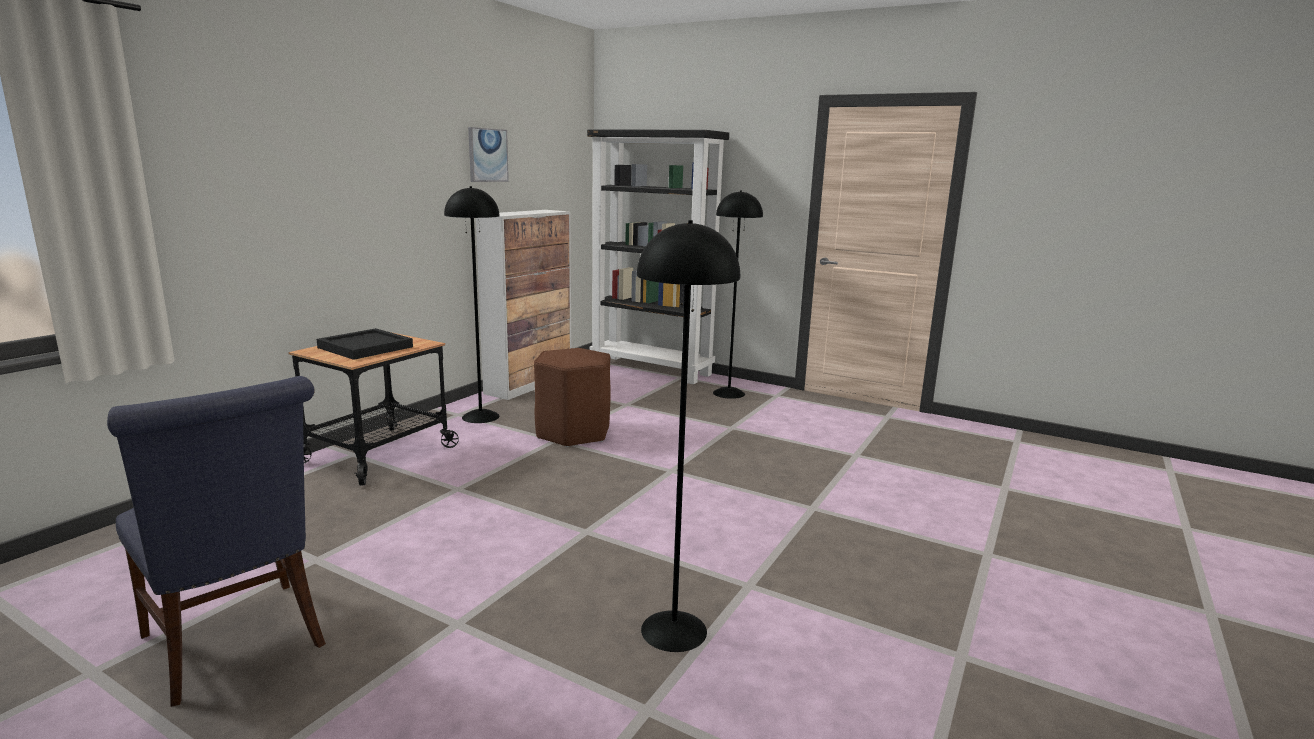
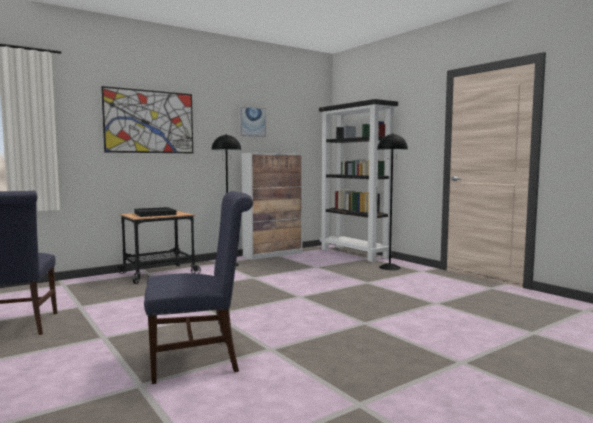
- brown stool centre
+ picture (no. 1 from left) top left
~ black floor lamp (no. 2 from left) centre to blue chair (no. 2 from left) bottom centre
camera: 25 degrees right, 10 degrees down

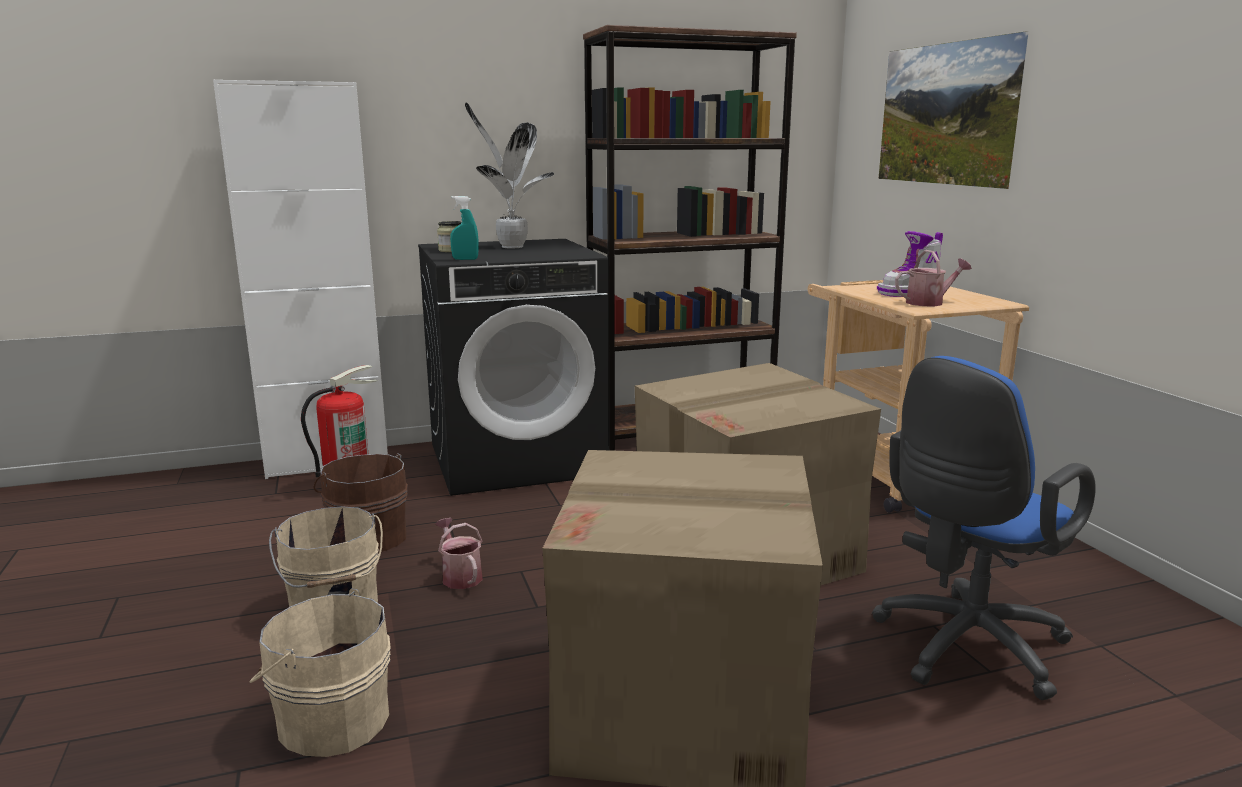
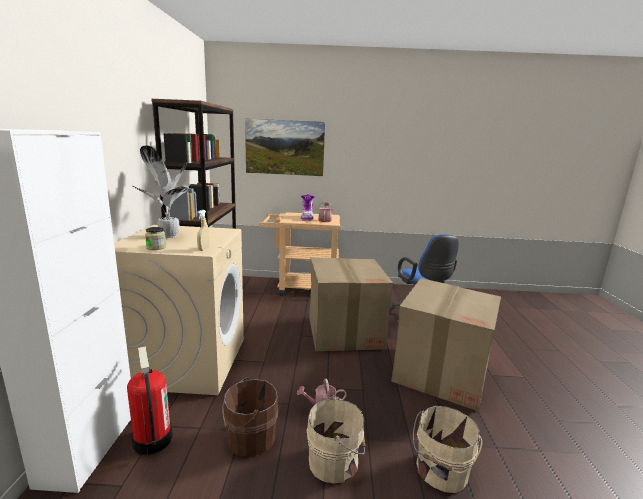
~ black washing machine centre to beige washing machine middle left
~ turquoise spray bottle top centre to beige spray bottle middle left
camera: 70 degrees left, 0 degrees up

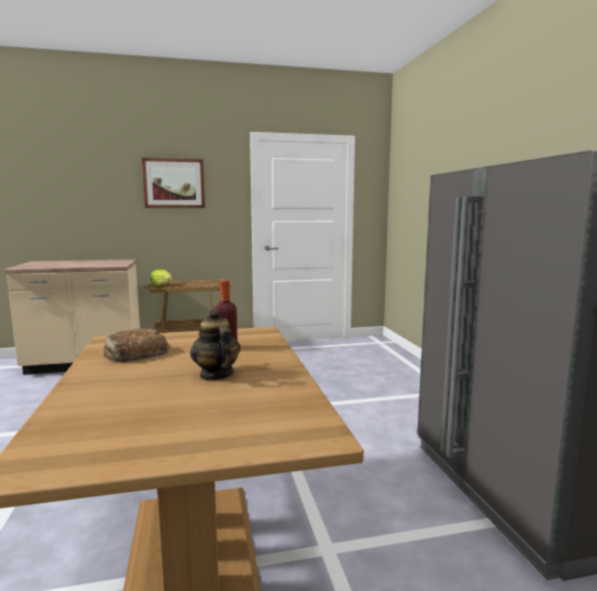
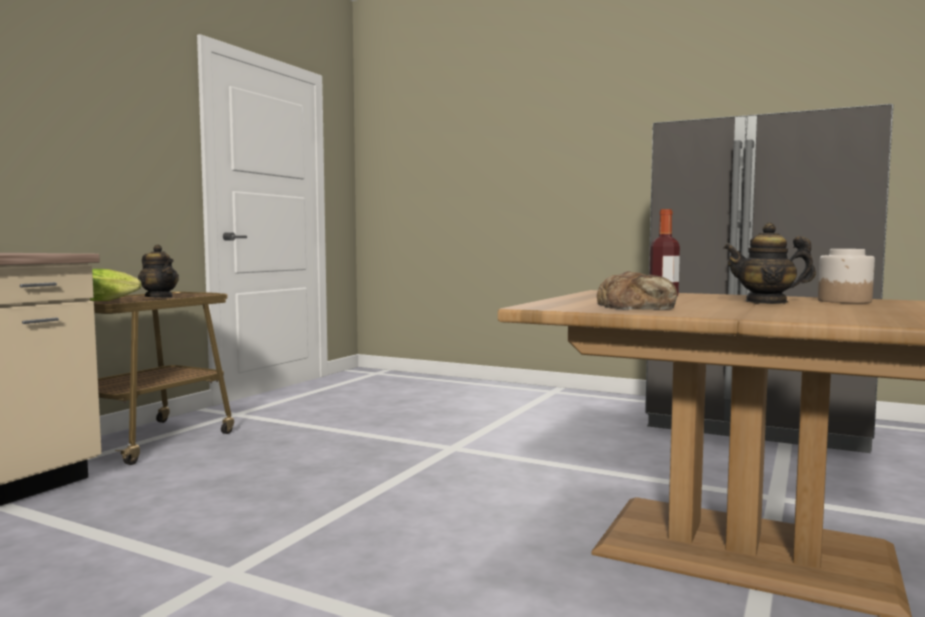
- picture top left
+ teapot (no. 1 from left) middle left
+ jar middle right
camera: 50 degrees left, 5 degrees down

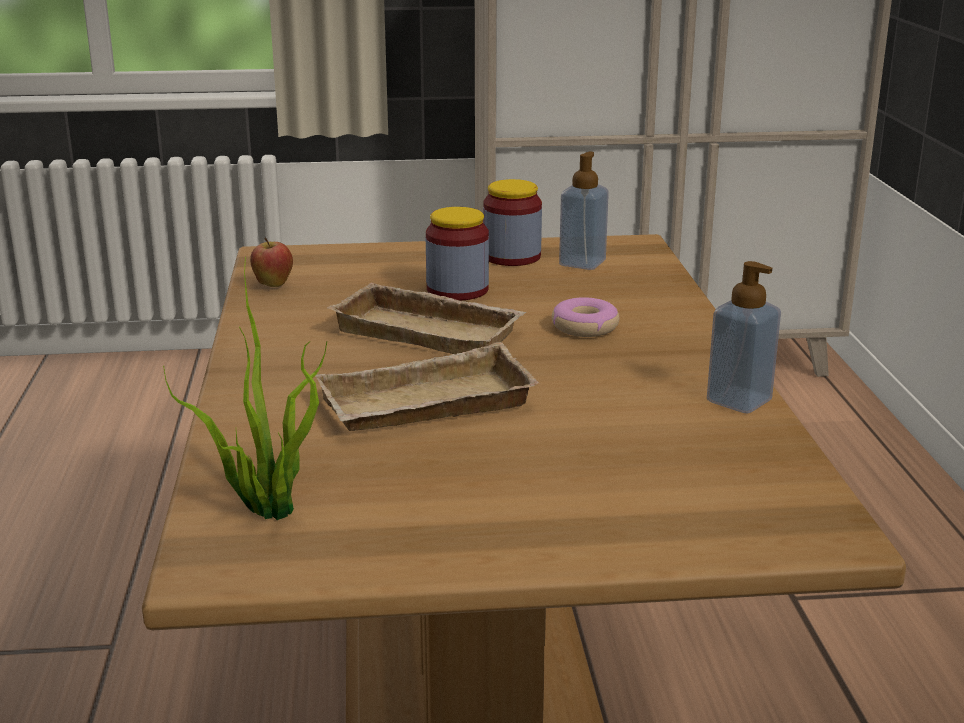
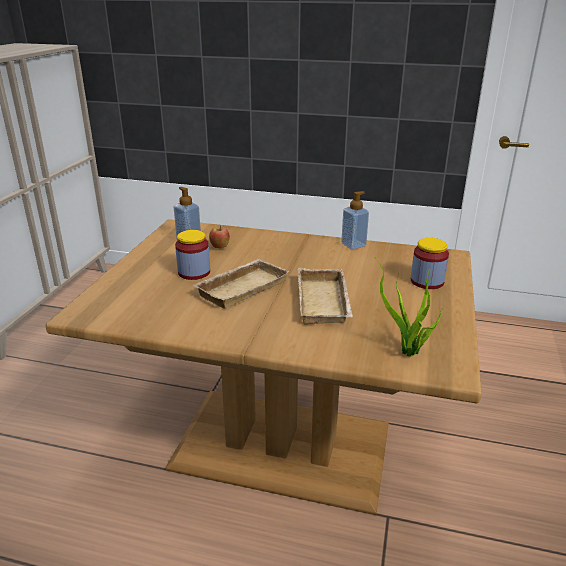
- donut centre
~ apple middle left to centre
~ jar (no. 2 from left) top centre to middle right
camera: 70 degrees left, 5 degrees up

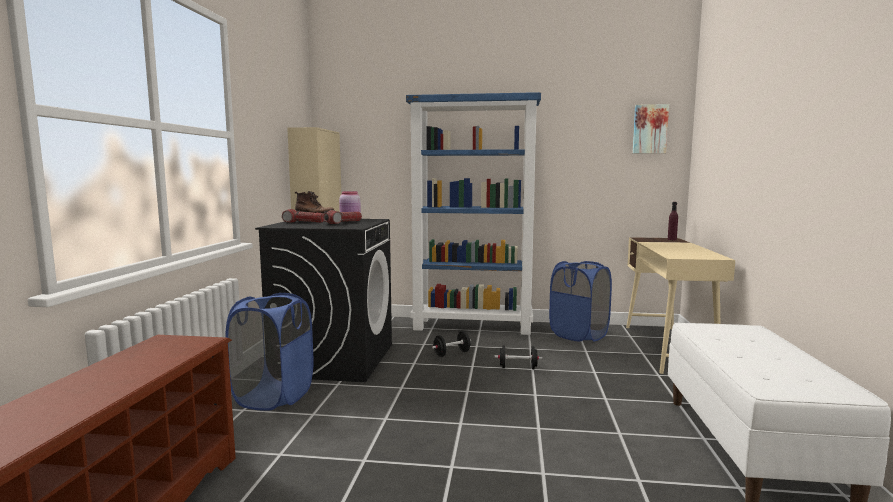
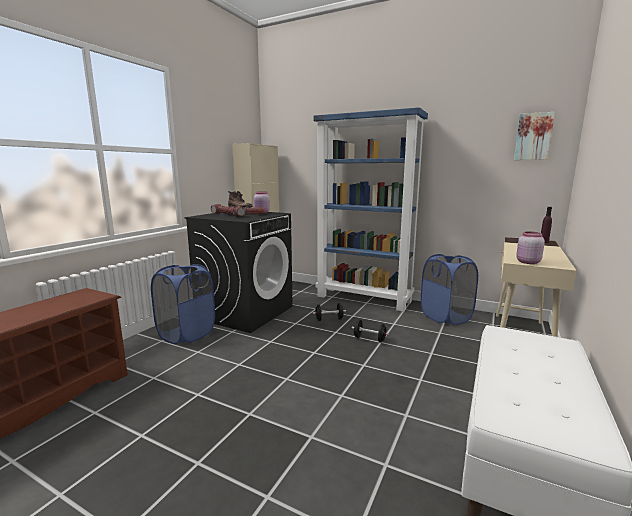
+ pink jar (no. 2 from left) middle right
camera: 20 degrees right, 5 degrees up

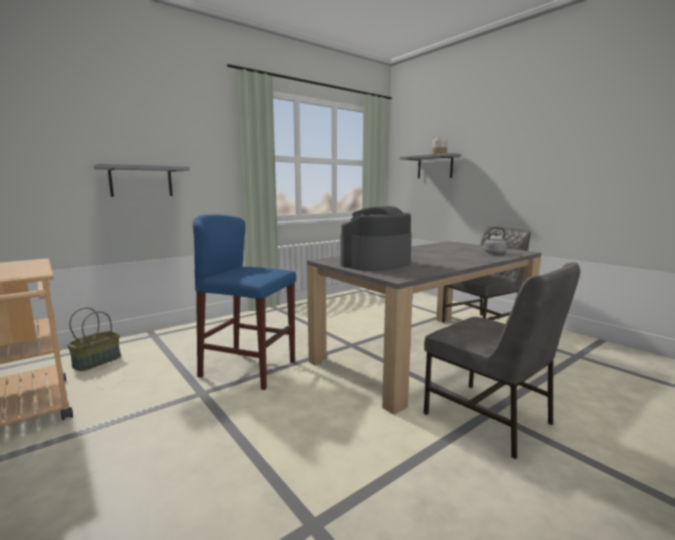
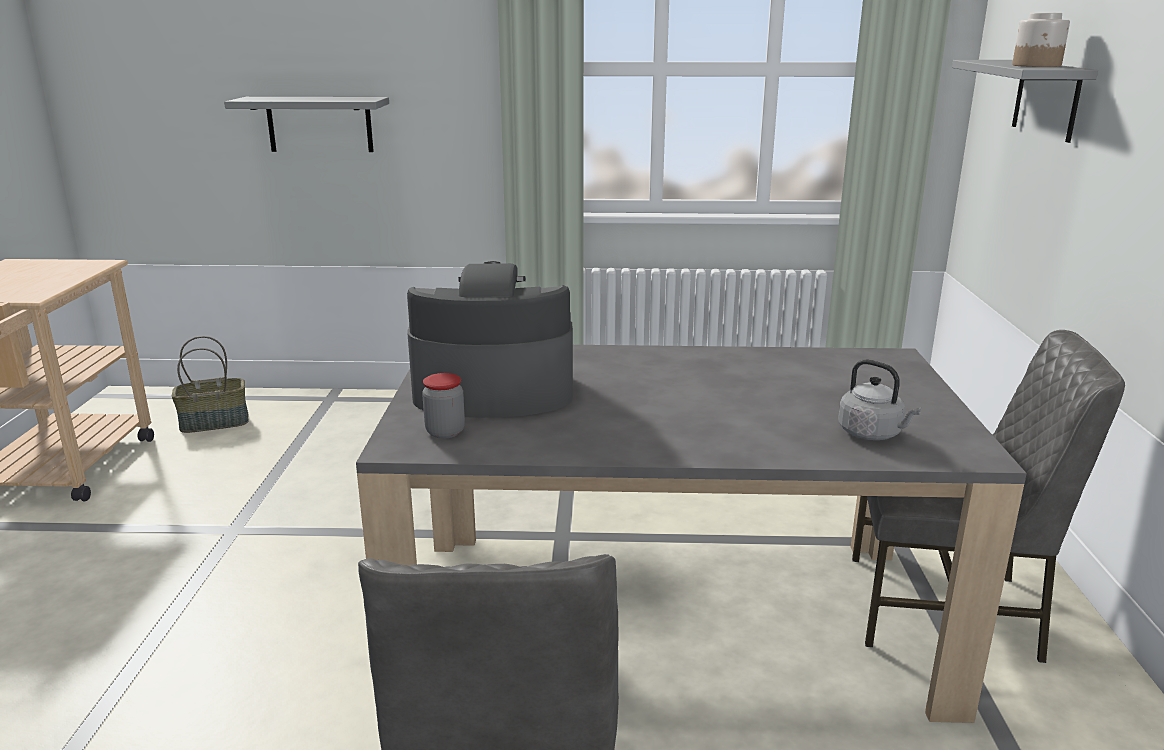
- blue stool centre
+ jar (no. 1 from left) centre
camera: 40 degrees right, 10 degrees up

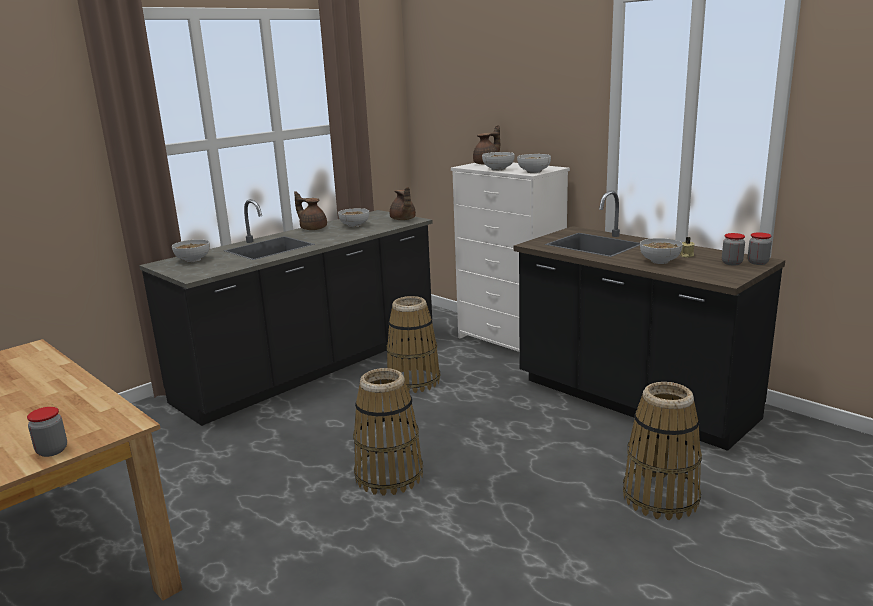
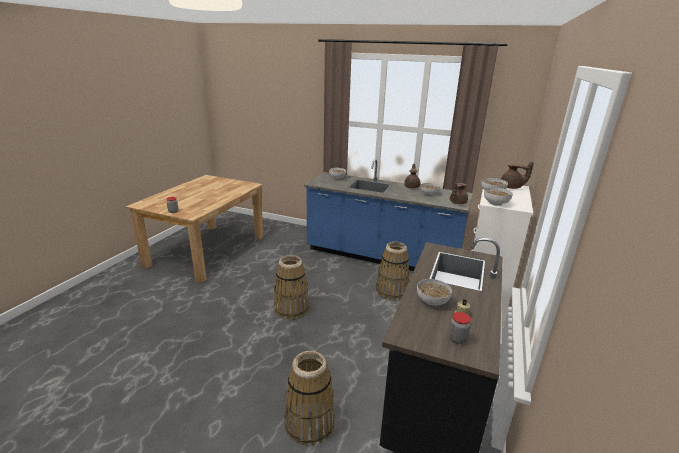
- jar (no. 3 from left) middle right
~ black counter (no. 1 from left) middle left to blue counter centre
camera: 65 degrees right, 5 degrees up

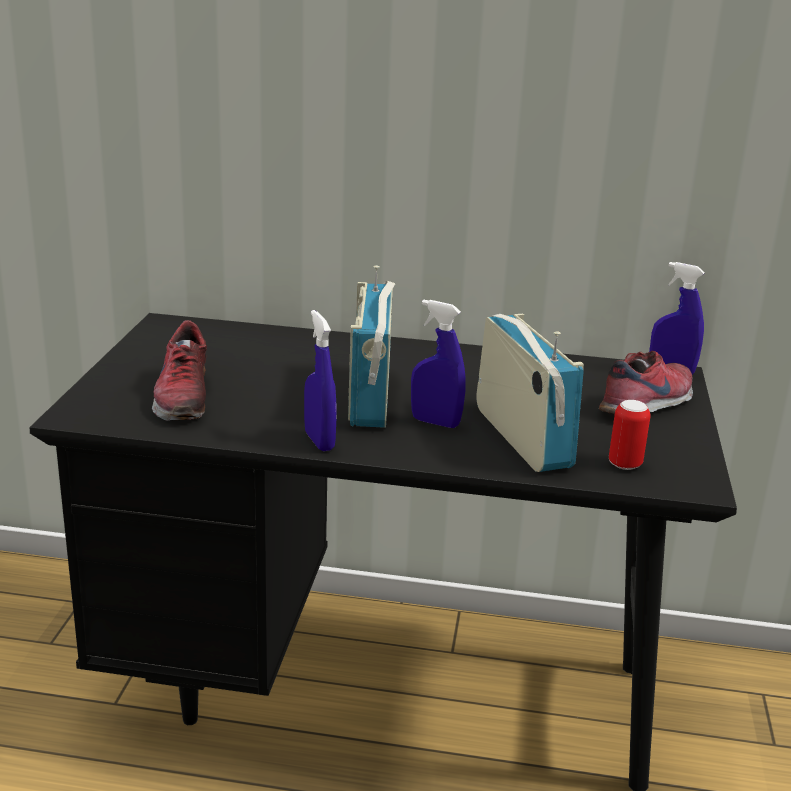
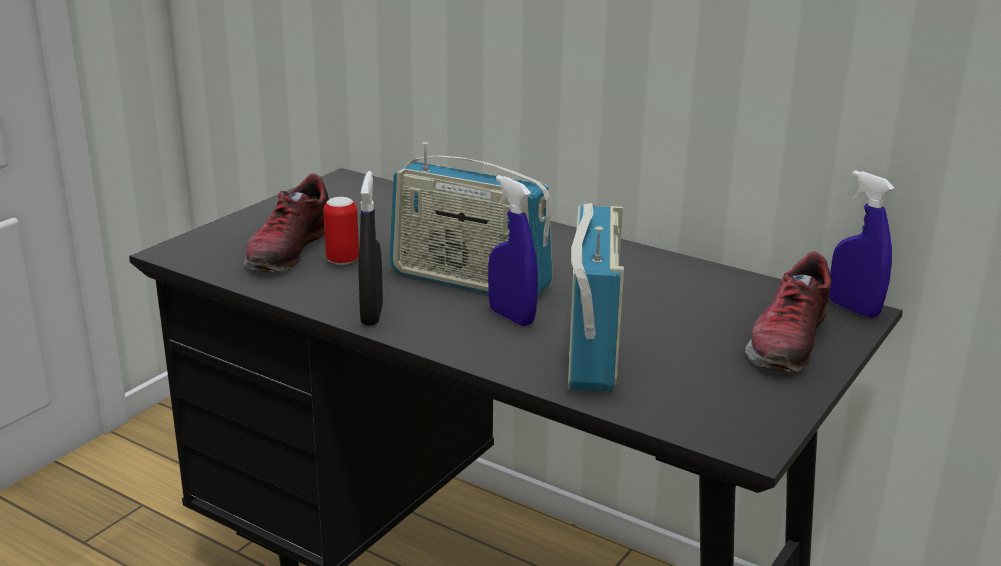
~ can middle right to centre
~ blue spray bottle (no. 1 from left) centre to black spray bottle centre
~ radio (no. 1 from left) centre = centre 90 degrees counterclockwise
~ shoe (no. 2 from left) middle right = middle right 135 degrees clockwise
camera: 25 degrees right, 0 degrees up

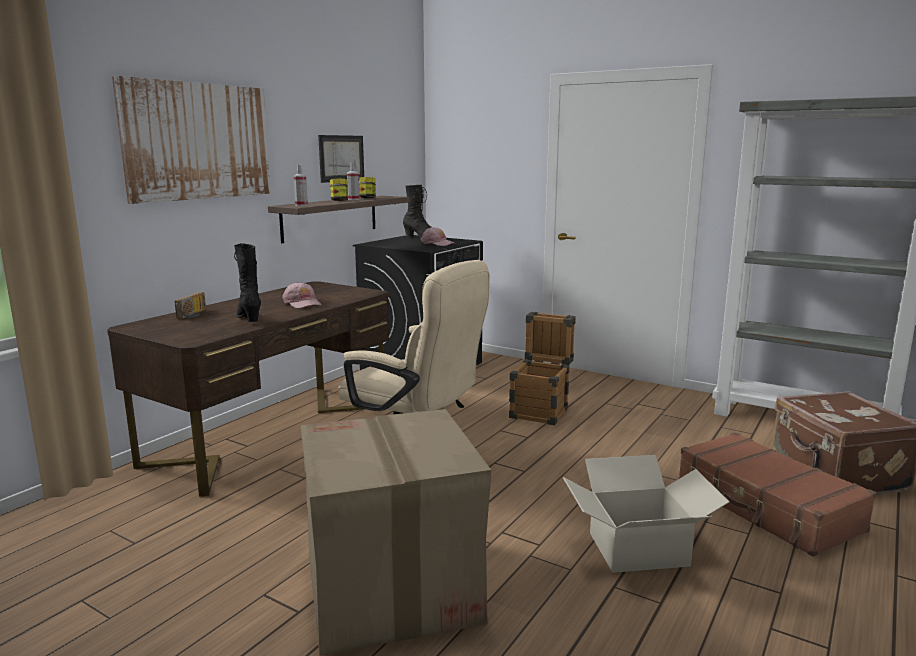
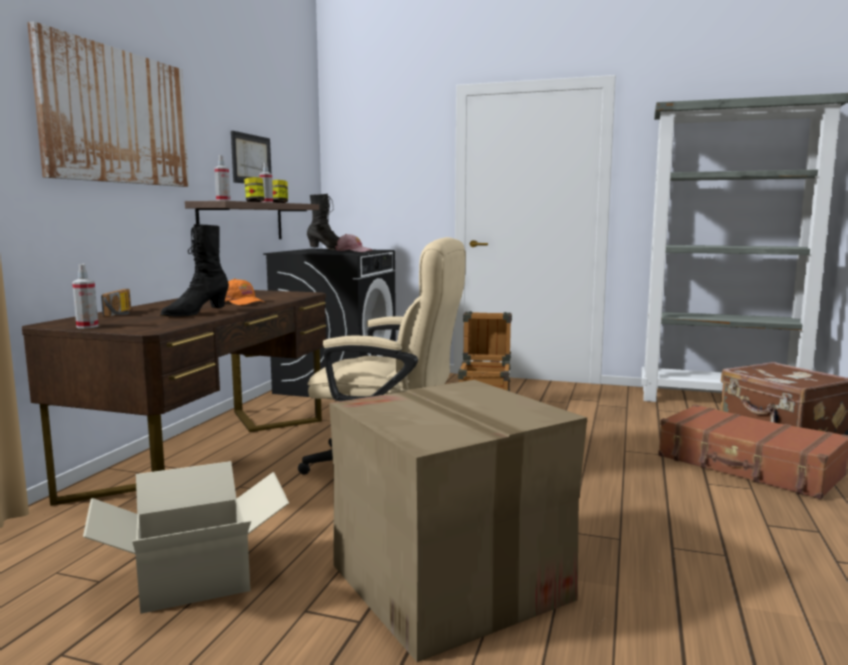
+ spray bottle (no. 1 from left) middle left
~ cardboard box (no. 2 from left in the first image) bottom right to cardboard box (no. 1 from left) bottom left
~ pink cap (no. 1 from left) middle left to orange cap middle left
~ black boot (no. 1 from left) middle left = middle left 105 degrees counterclockwise
camera: 15 degrees left, 5 degrees down

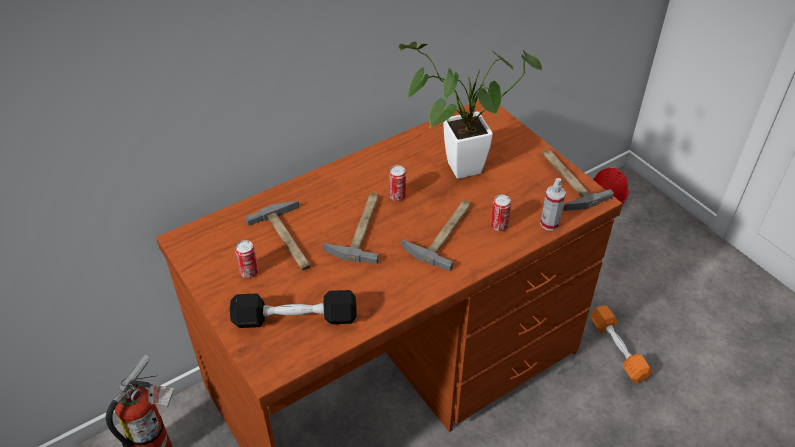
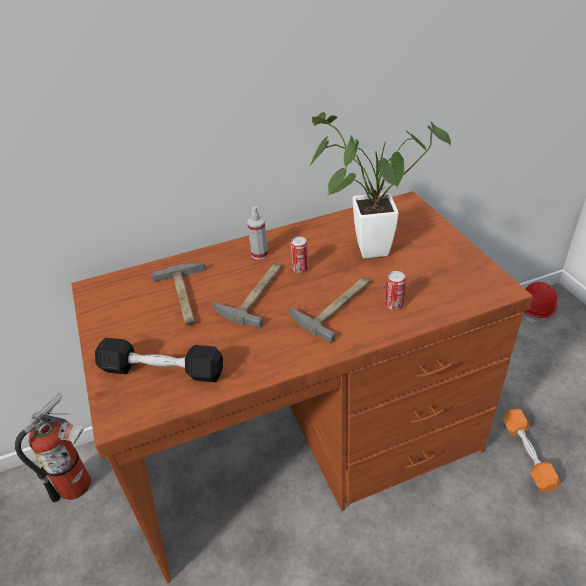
- can (no. 1 from left) middle left
- hammer (no. 4 from left) middle right
~ spray bottle middle right to centre
camera: 15 degrees right, 5 degrees down

